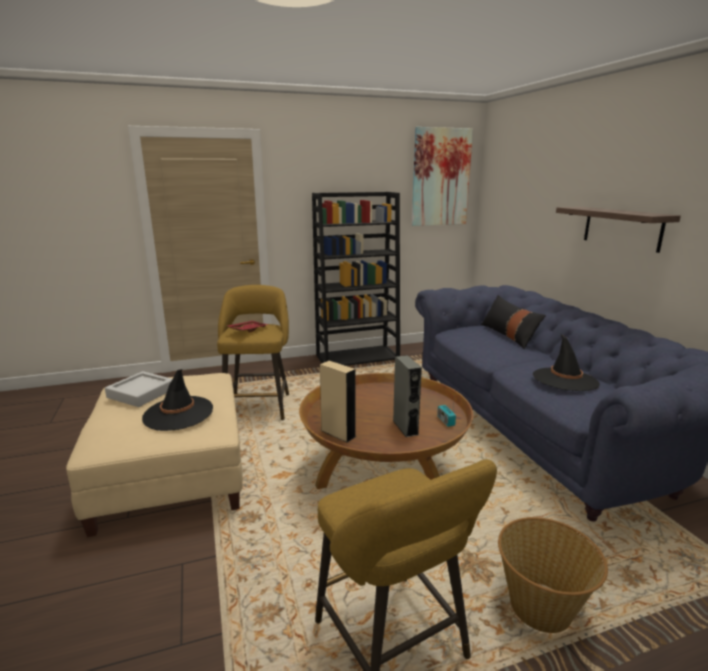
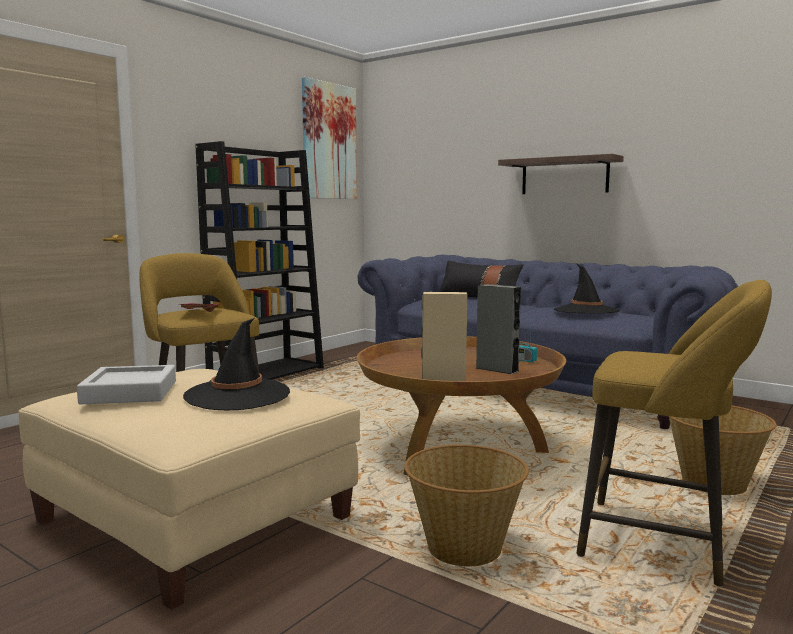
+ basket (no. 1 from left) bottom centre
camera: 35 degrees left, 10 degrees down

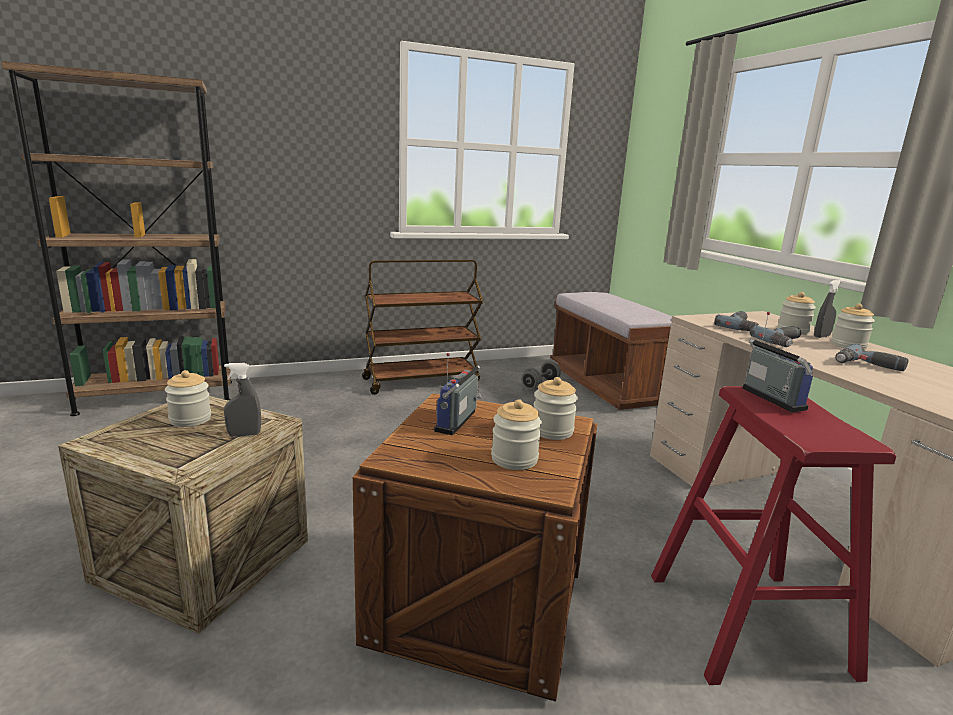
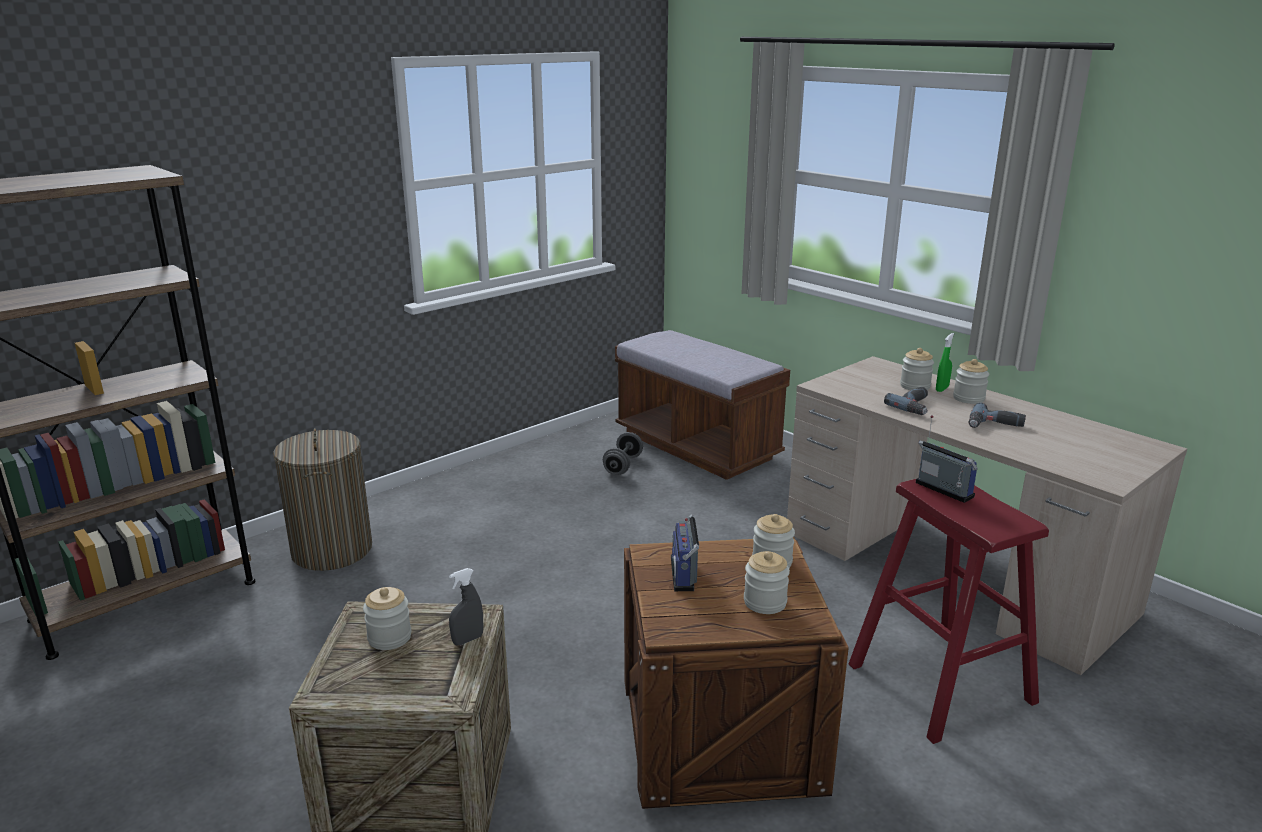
- brown cart centre
- power drill (no. 1 from left) middle right
+ laundry basket middle left
~ grey spray bottle (no. 2 from left) middle right to green spray bottle middle right
camera: 20 degrees left, 5 degrees up

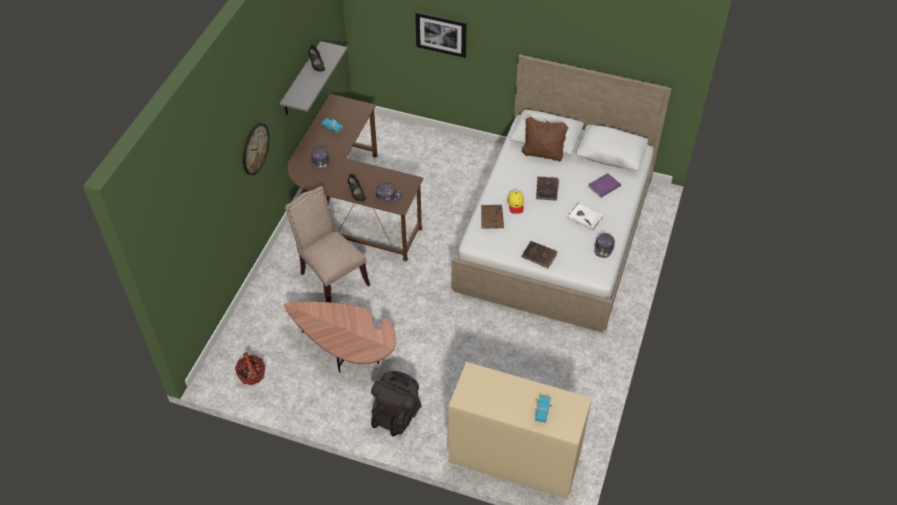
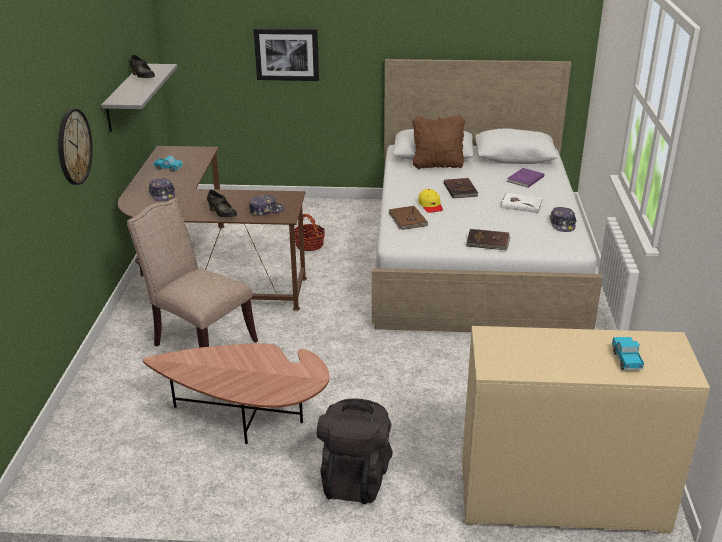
~ basket bottom left to centre
camera: 15 degrees left, 20 degrees down

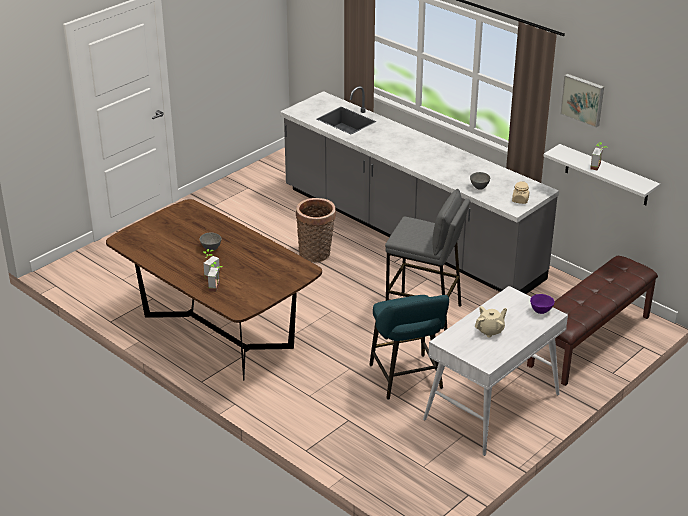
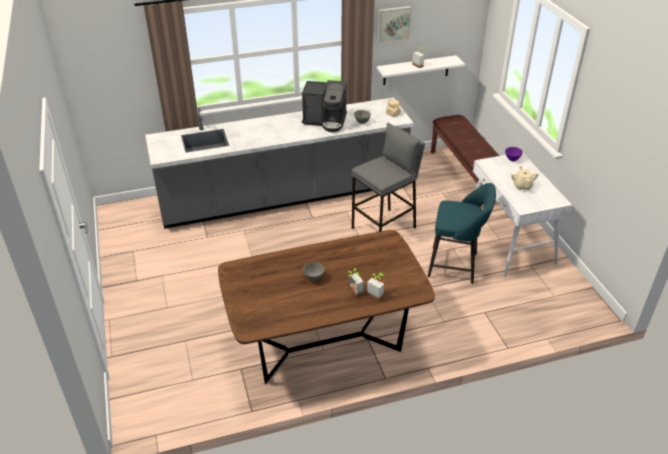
- basket centre
+ coffee machine top centre
camera: 60 degrees left, 5 degrees up

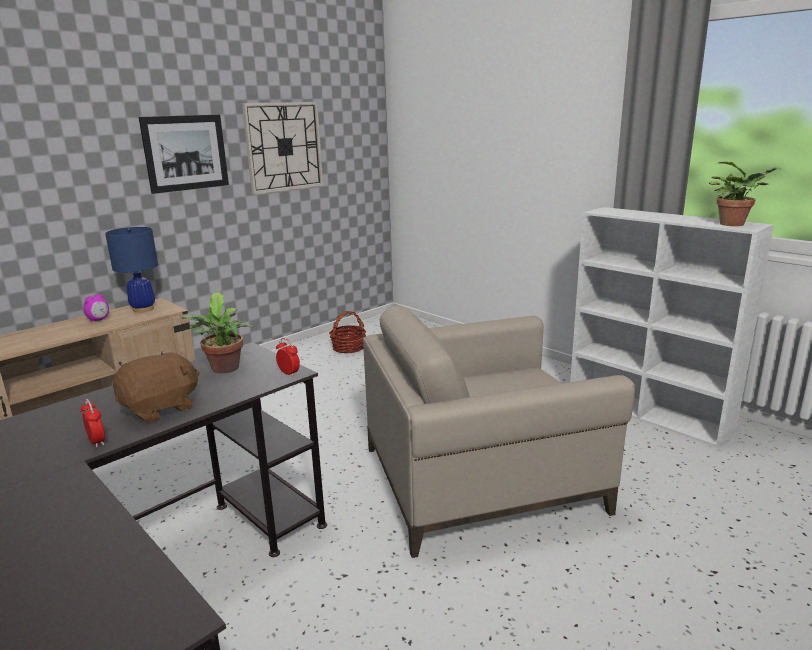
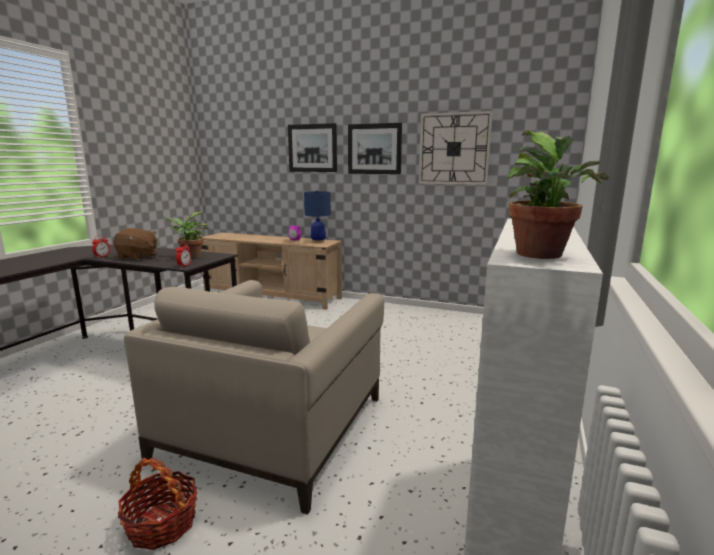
+ picture (no. 1 from left) top centre
~ basket centre to bottom left
~ beige armchair centre = bottom centre 120 degrees counterclockwise
camera: 65 degrees right, 5 degrees down

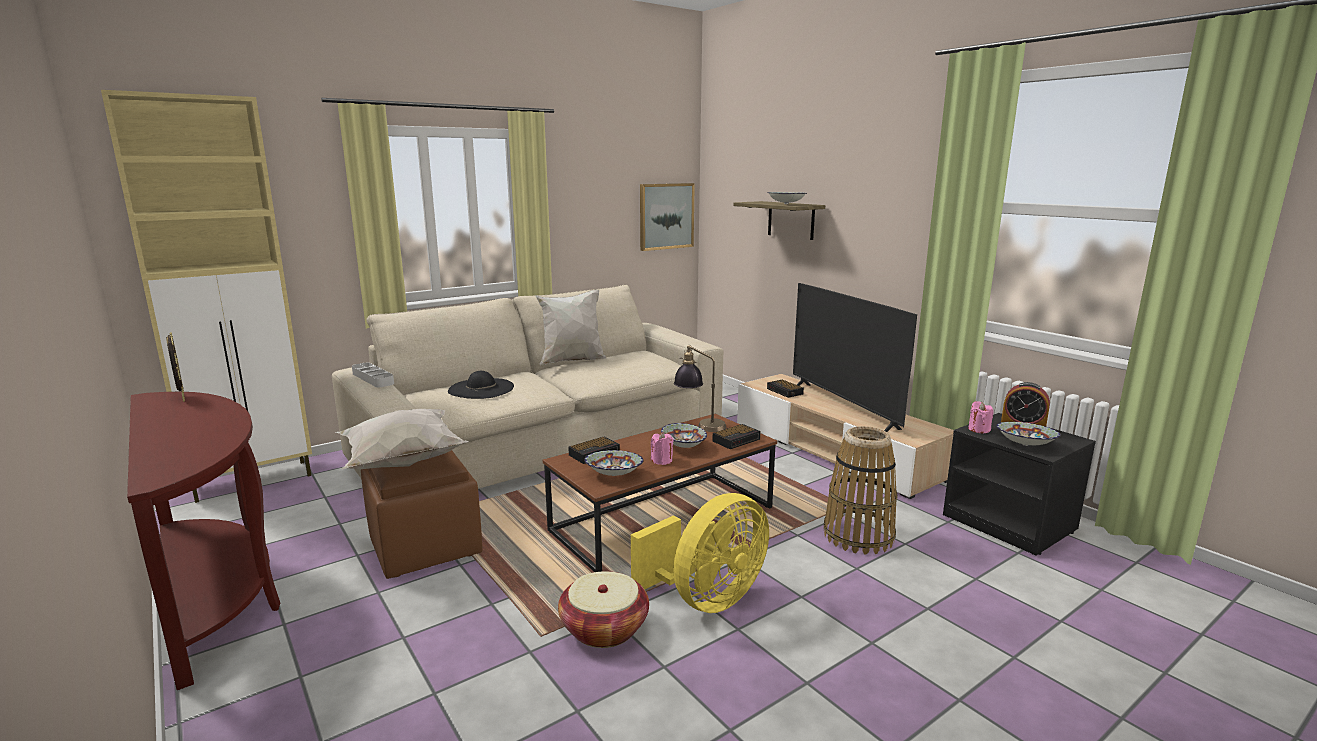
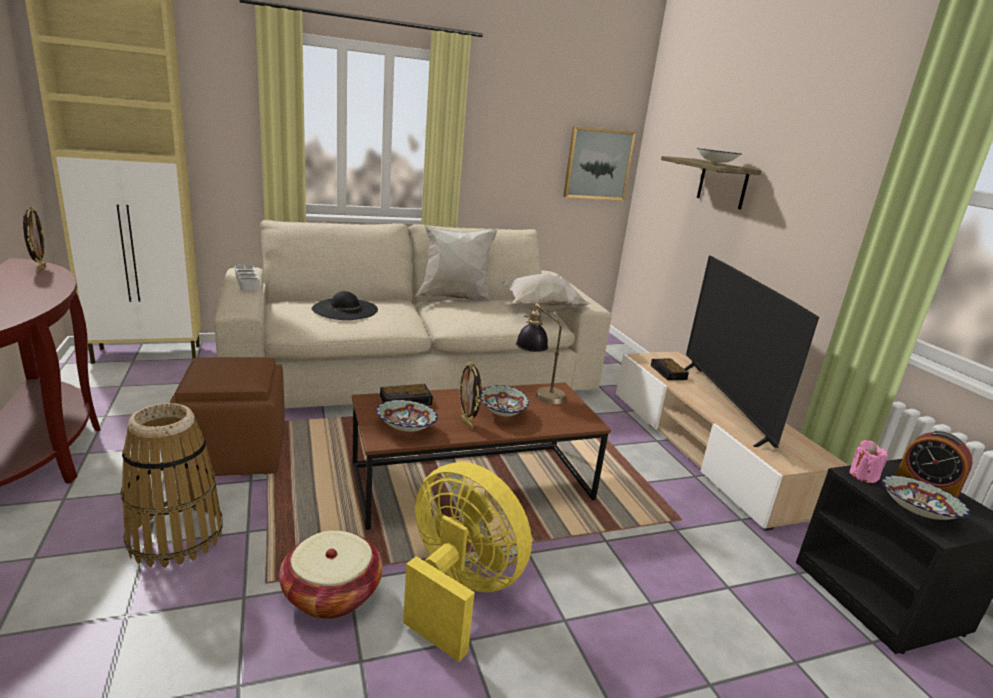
- alarm clock (no. 2 from left) centre
~ white pillow (no. 1 from left in the first image) middle left to white pillow (no. 2 from left) centre
~ basket (no. 2 from left in the first image) centre to basket (no. 1 from left) bottom left
~ pink candle (no. 1 from left) centre to picture frame (no. 2 from left) centre
~ yellow fan bottom centre = bottom centre 120 degrees counterclockwise
camera: 15 degrees right, 5 degrees up

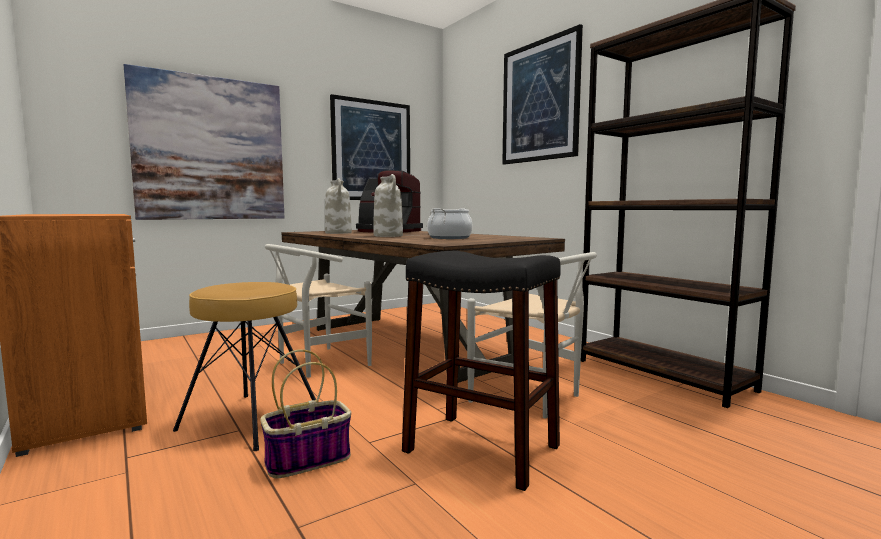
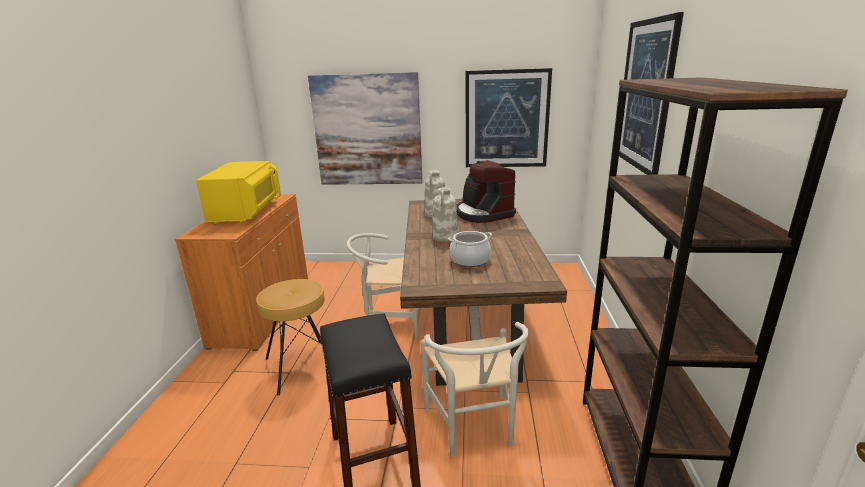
- basket bottom centre
+ yellow microwave middle left
camera: 40 degrees right, 15 degrees up

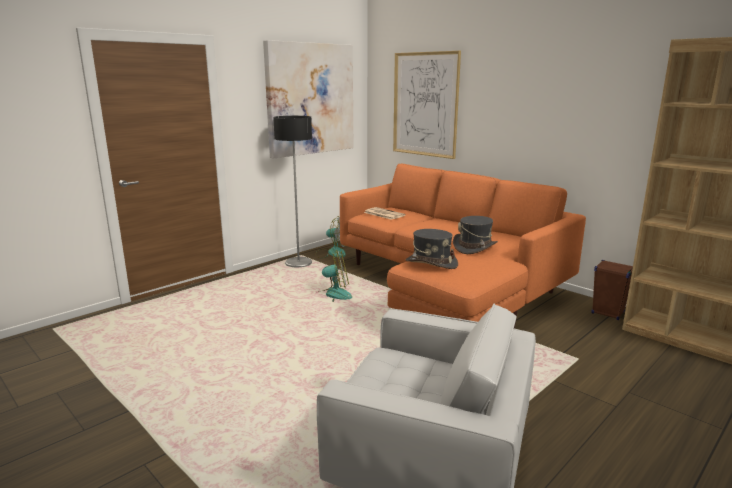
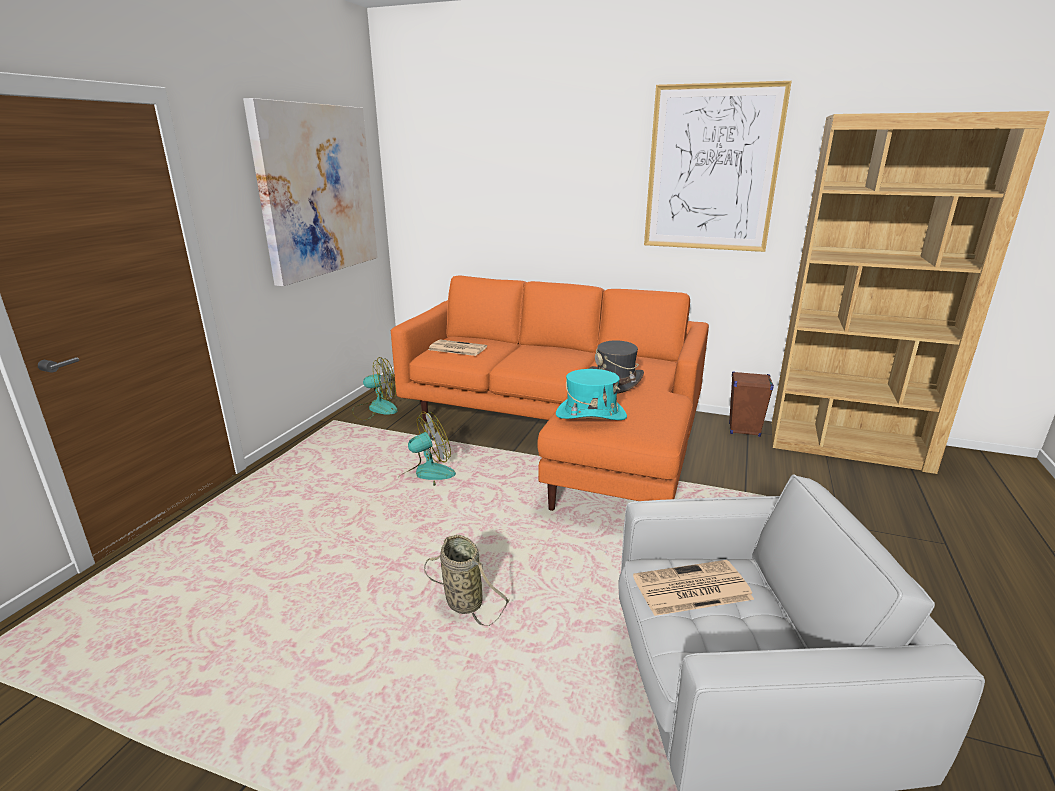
- floor lamp centre
+ basket bottom centre
+ newspaper (no. 2 from left) bottom centre
~ picture (no. 2 from left) top centre to top right
~ grey hat (no. 1 from left) centre to turquoise hat centre
camera: 25 degrees left, 5 degrees up

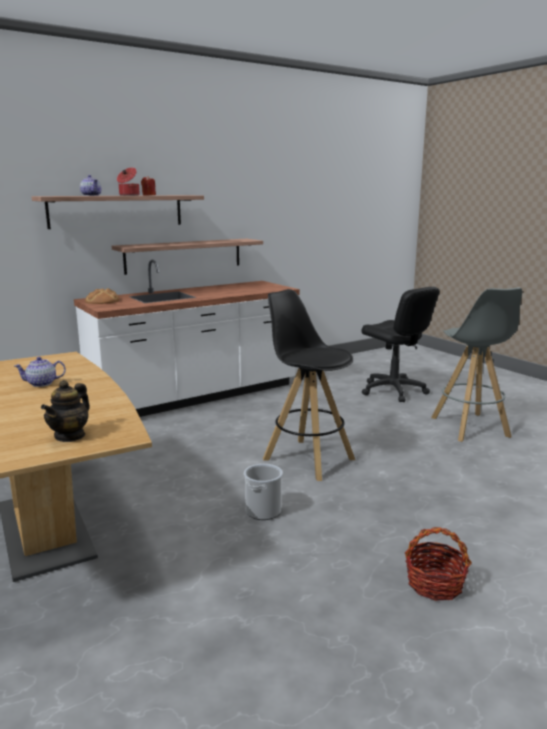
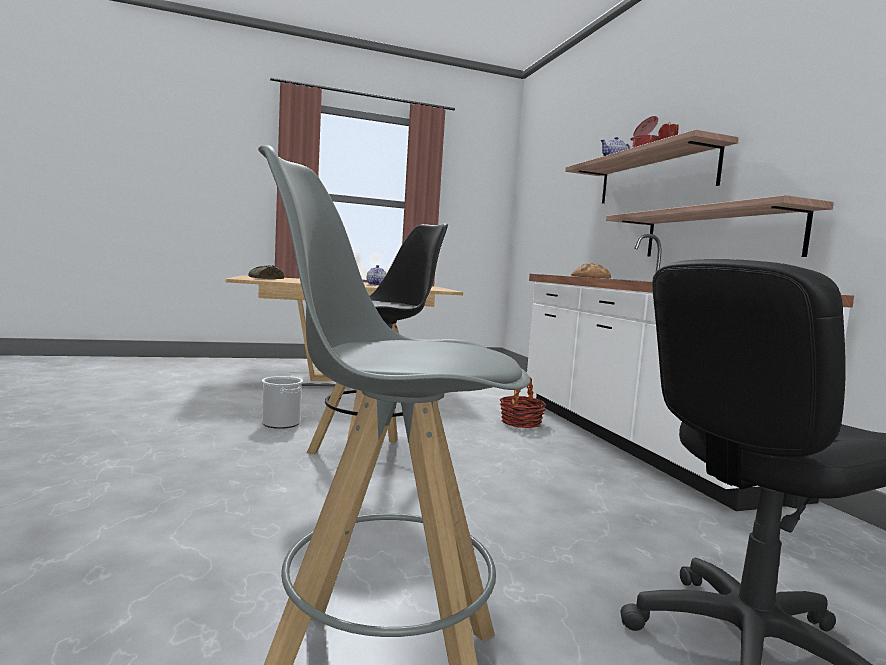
~ basket bottom right to centre
~ teapot (no. 2 from left) middle left to bread (no. 1 from left) middle left
camera: 105 degrees right, 10 degrees down

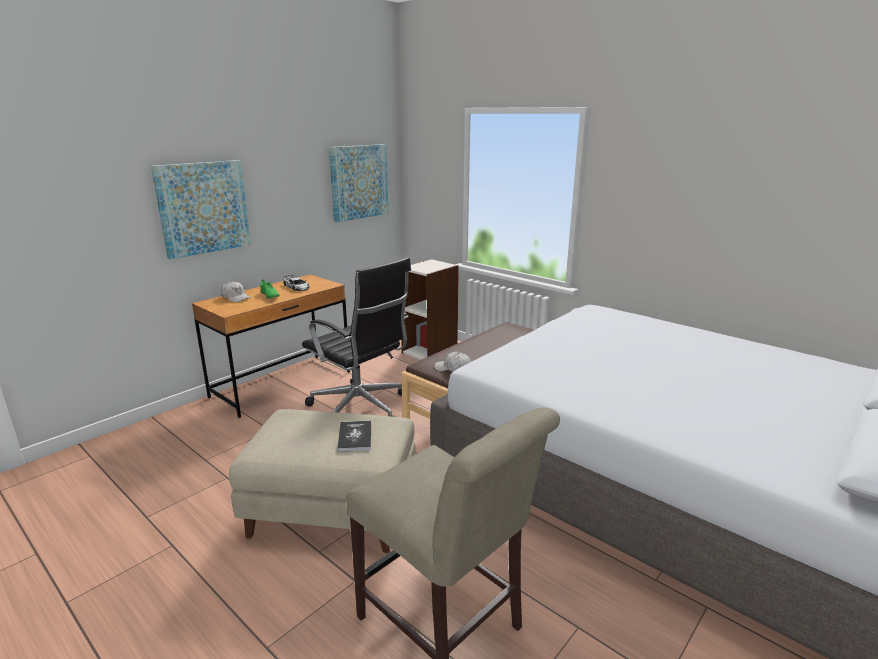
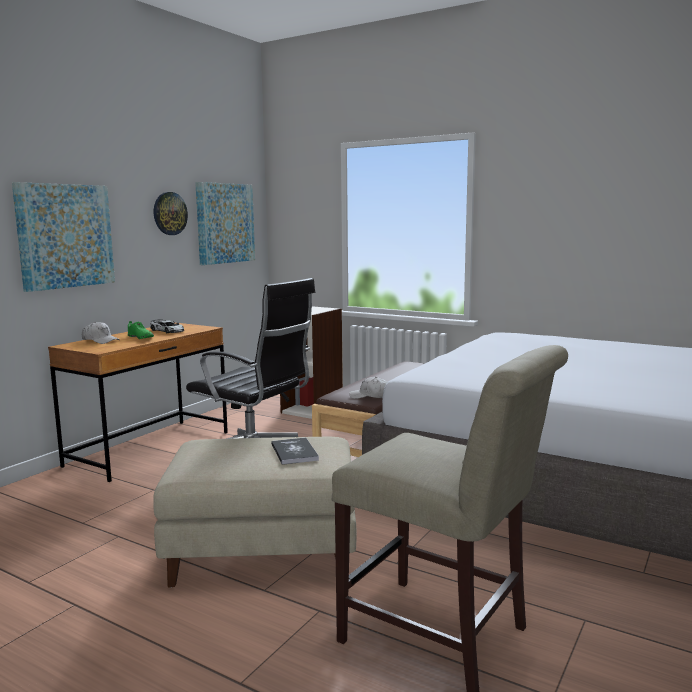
+ wall clock top left
camera: 10 degrees left, 10 degrees down

